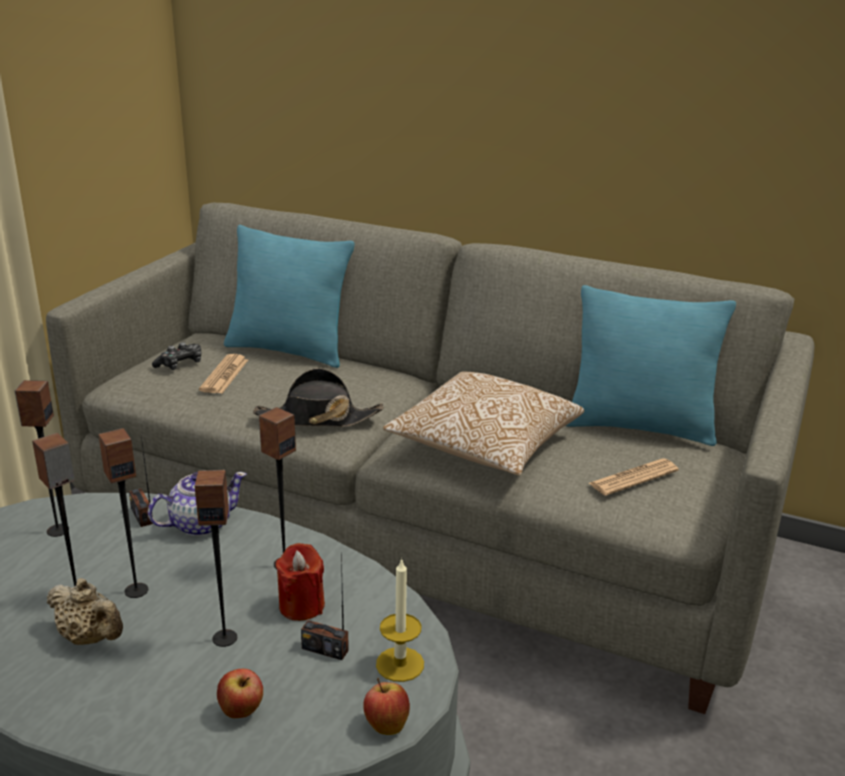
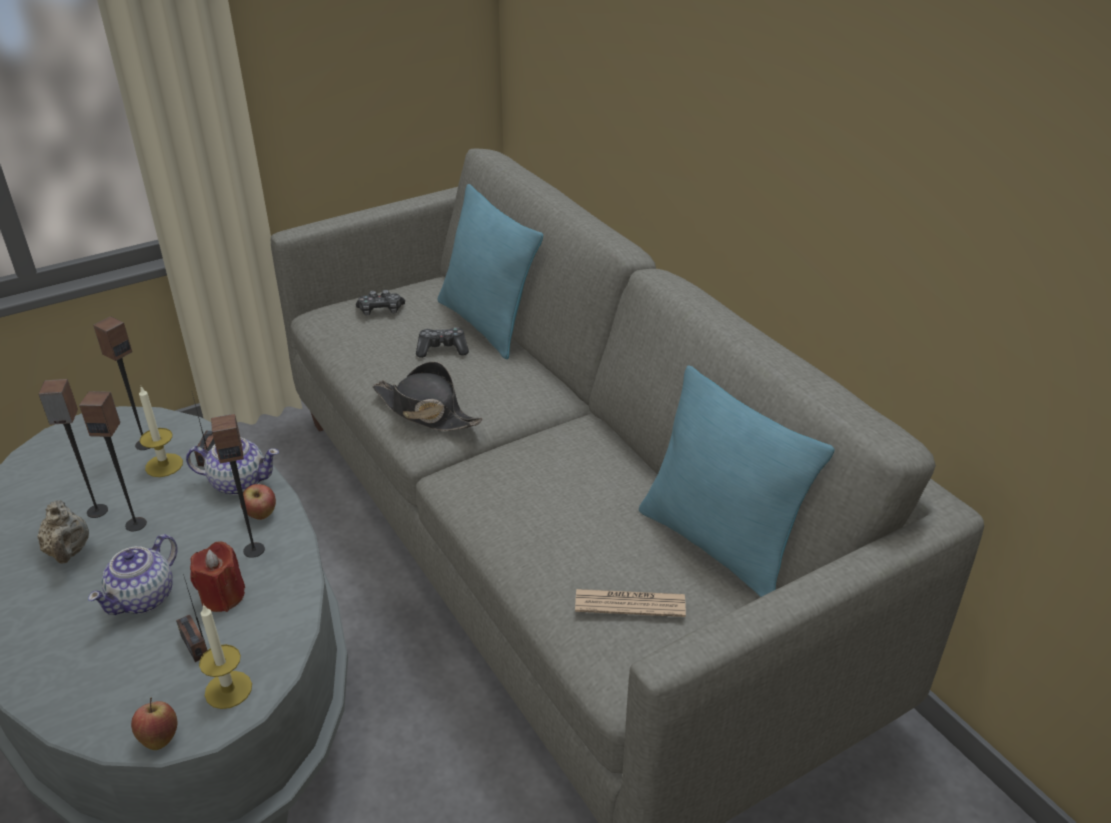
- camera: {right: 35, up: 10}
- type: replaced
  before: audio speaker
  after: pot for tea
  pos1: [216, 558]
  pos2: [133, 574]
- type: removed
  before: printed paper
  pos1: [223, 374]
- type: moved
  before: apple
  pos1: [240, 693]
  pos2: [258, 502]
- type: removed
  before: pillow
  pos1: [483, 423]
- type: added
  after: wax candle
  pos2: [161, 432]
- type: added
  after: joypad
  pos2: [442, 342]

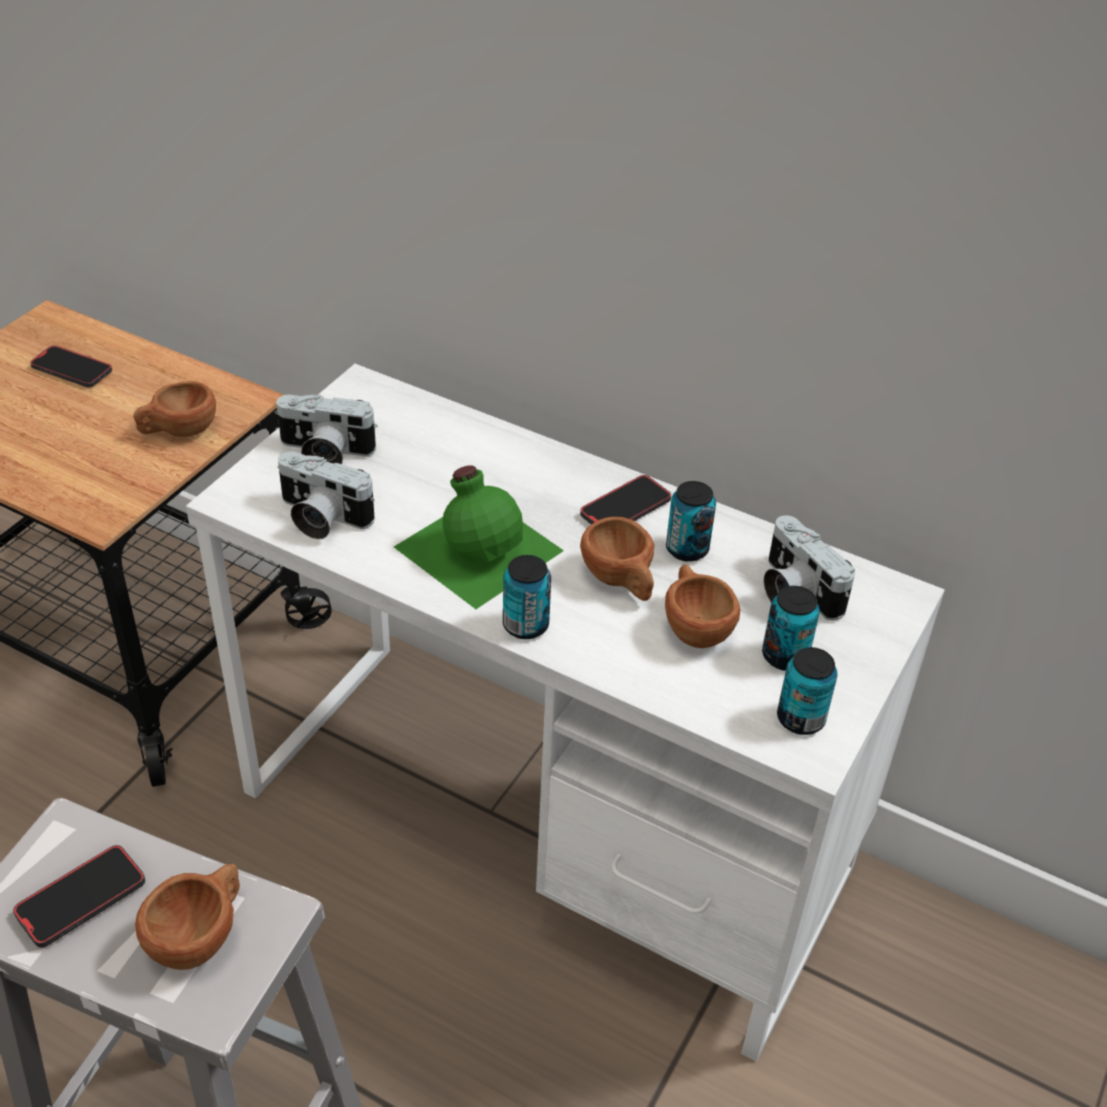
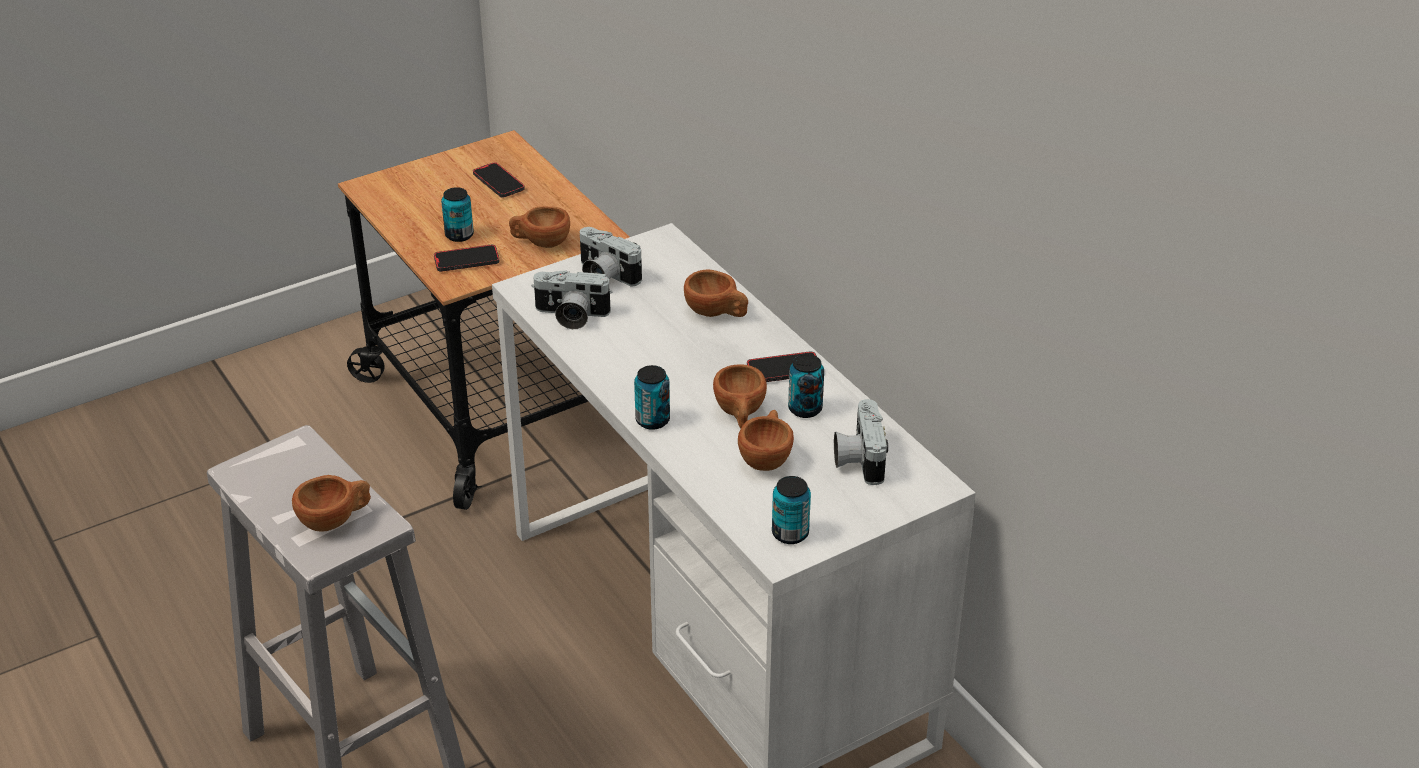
- camera: {right: 30, up: -5}
- type: moved
  before: phone
  pos1: [79, 896]
  pos2: [466, 258]
- type: turned
  before: photo camera
  pos1: [326, 495]
  pos2: [572, 299]
  turn: -45
- type: removed
  before: green-coloured bottle
  pos1: [479, 537]
- type: moved
  before: sealed can
  pos1: [791, 628]
  pos2: [457, 214]
- type: added
  after: brownish cup
  pos2: [716, 293]

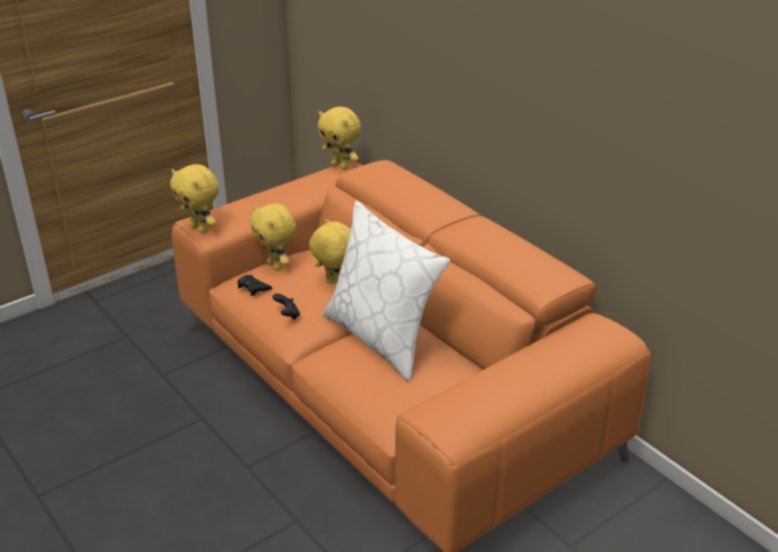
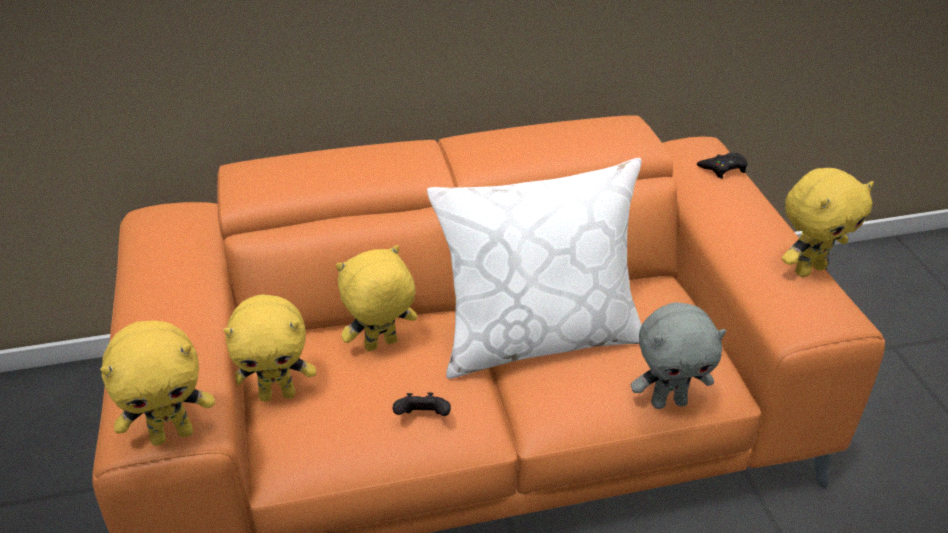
- camera: {right: -65, up: 5}
- type: moved
  before: black-coloured joypad
  pos1: [254, 285]
  pos2: [722, 166]
- type: moved
  before: yellow cuddly toy
  pos1: [339, 138]
  pos2: [828, 222]
- type: added
  after: greyish cuddly toy
  pos2: [678, 355]

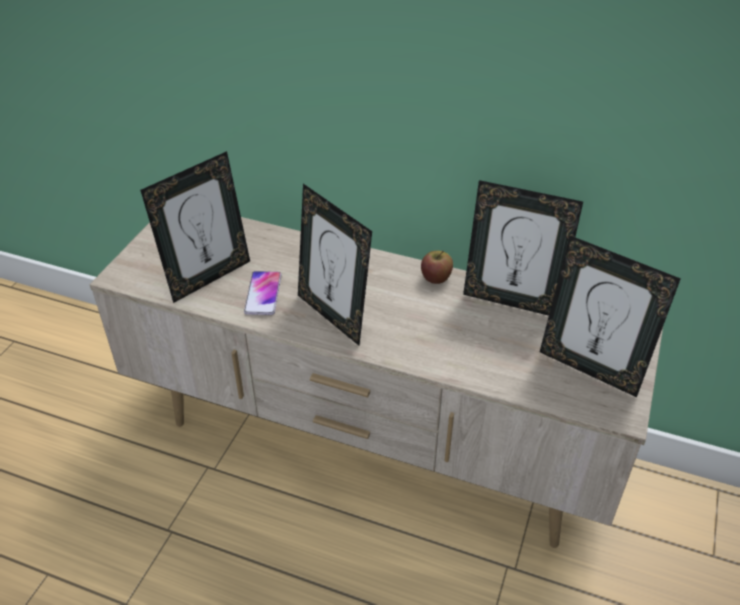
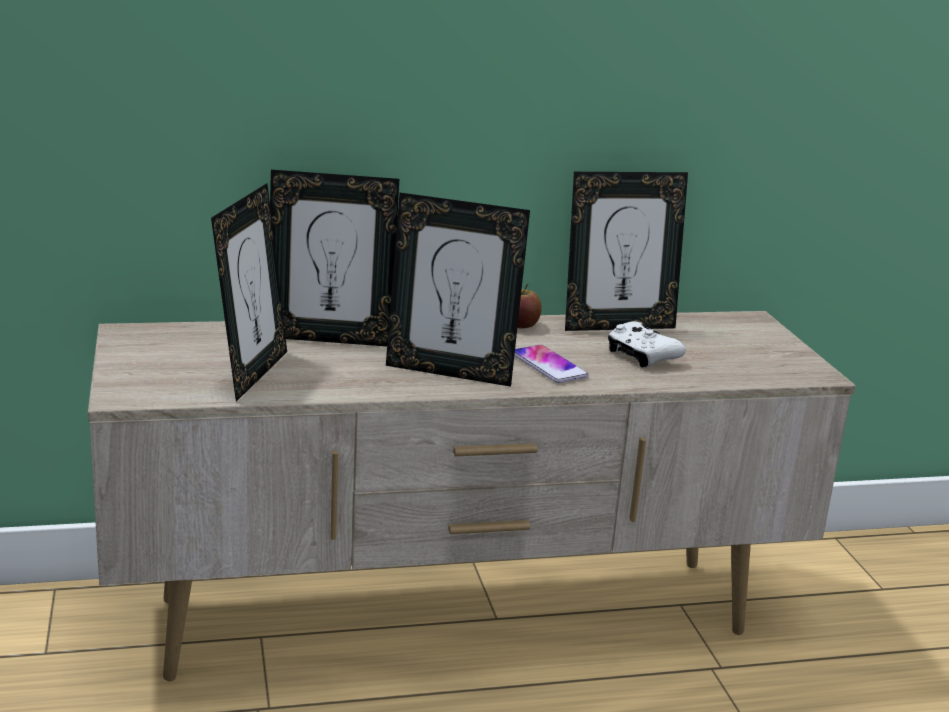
- camera: {right: -35, up: -20}
- type: moved
  before: phone
  pos1: [262, 293]
  pos2: [551, 364]
- type: moved
  before: picture frame
  pos1: [610, 316]
  pos2: [334, 258]
- type: added
  after: whitish joypad
  pos2: [647, 344]

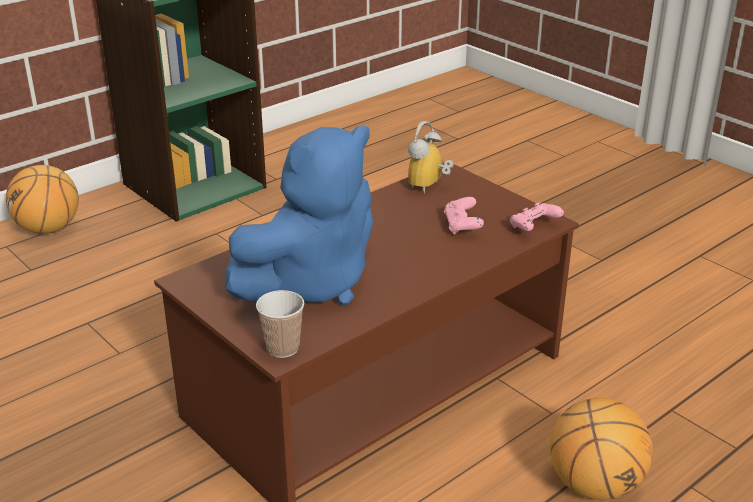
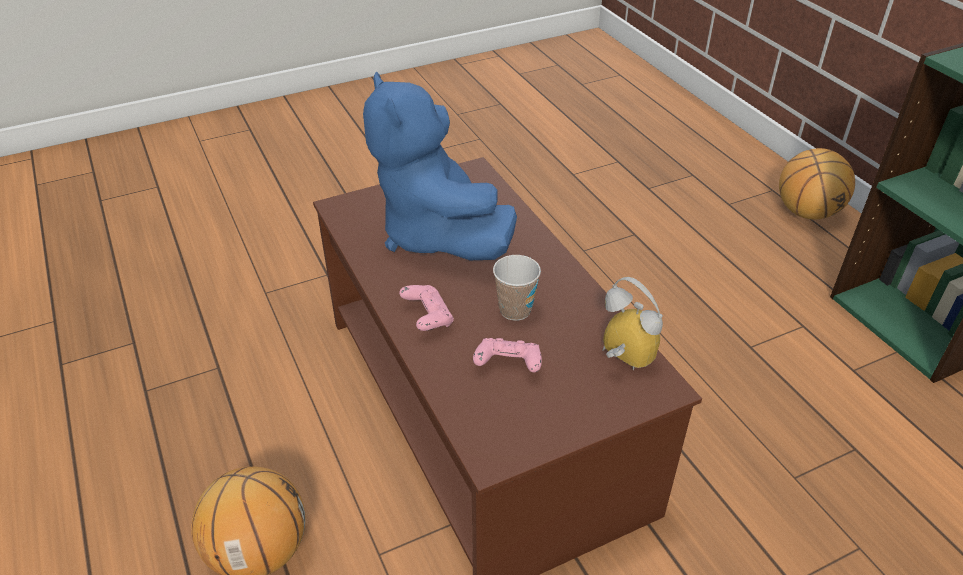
- camera: {right: 105, up: 10}
- type: moved
  before: cup
  pos1: [280, 324]
  pos2: [517, 288]
- type: moved
  before: pink-coloured joypad
  pos1: [537, 217]
  pos2: [426, 308]

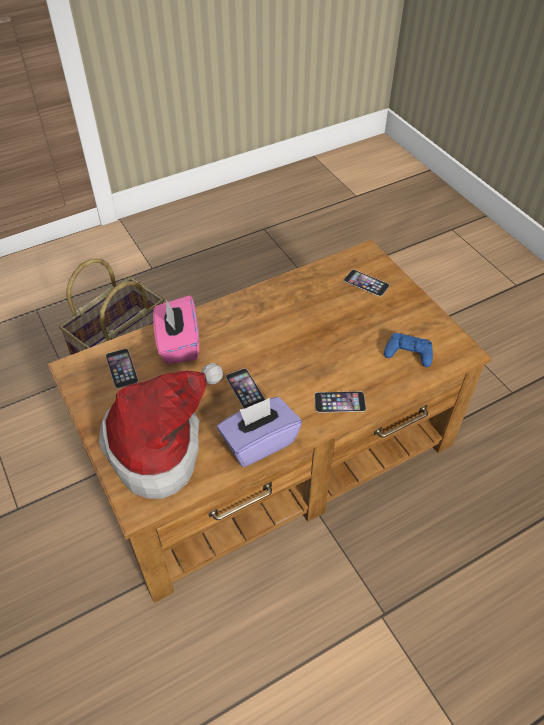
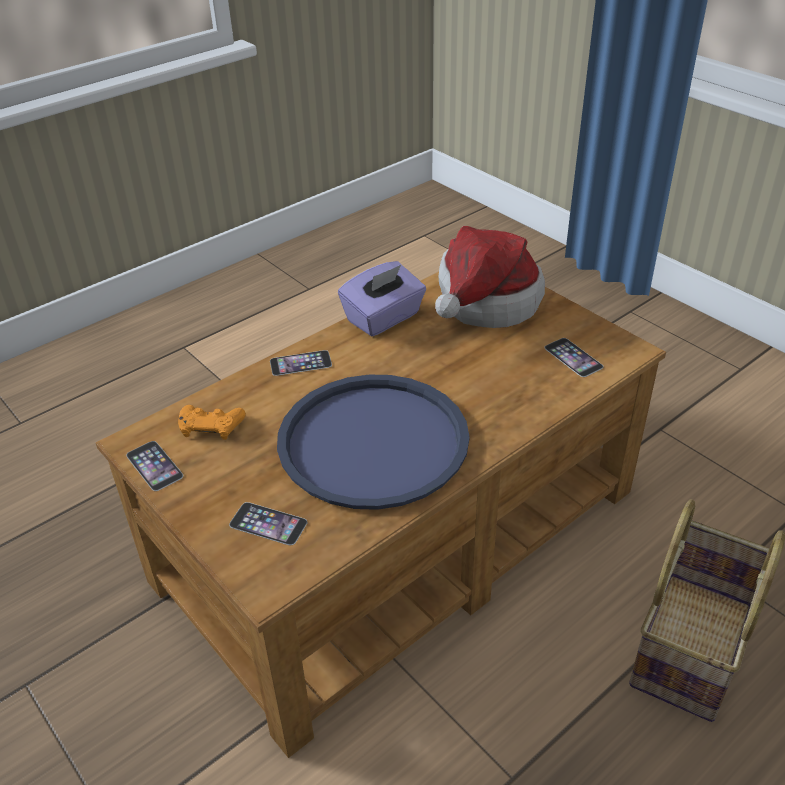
- camera: {right: 170, up: -10}
- type: removed
  before: pink-coloured tissue holder
  pos1: [176, 329]
- type: moved
  before: phone
  pos1: [245, 388]
  pos2: [154, 466]
- type: recoloured
  before: blue joypad
  after: orangey joypad
  pos1: [408, 350]
  pos2: [212, 422]
- type: added
  after: blue serving tray
  pos2: [373, 442]

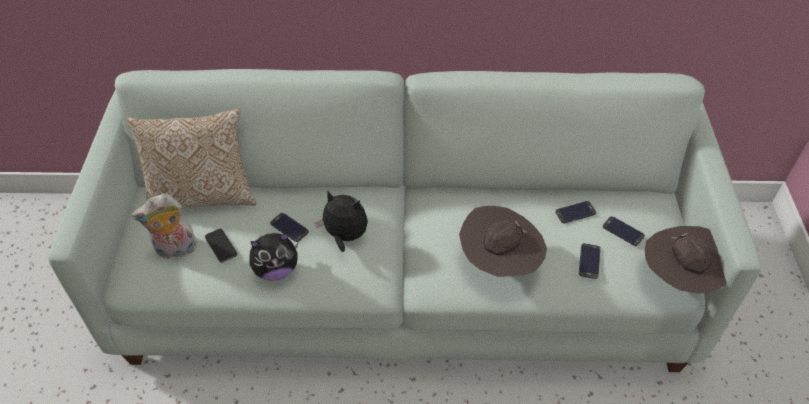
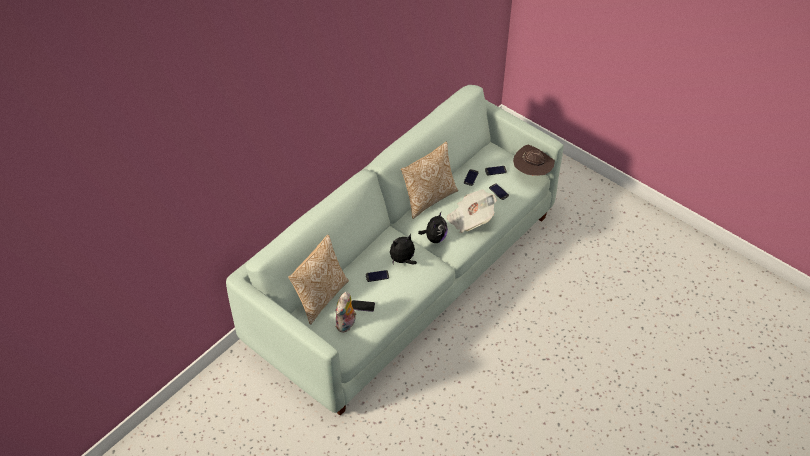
- camera: {right: -50, up: 0}
- type: moved
  before: cuddly toy
  pos1: [274, 257]
  pos2: [433, 227]
- type: replaced
  before: brownish hat
  after: printed paper
  pos1: [503, 241]
  pos2: [472, 211]
- type: added
  after: pillow
  pos2: [429, 180]

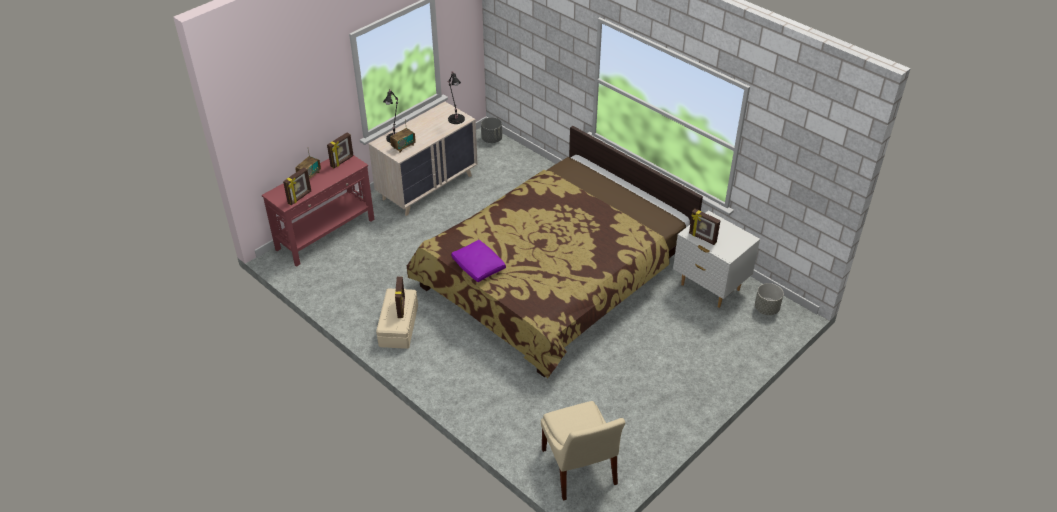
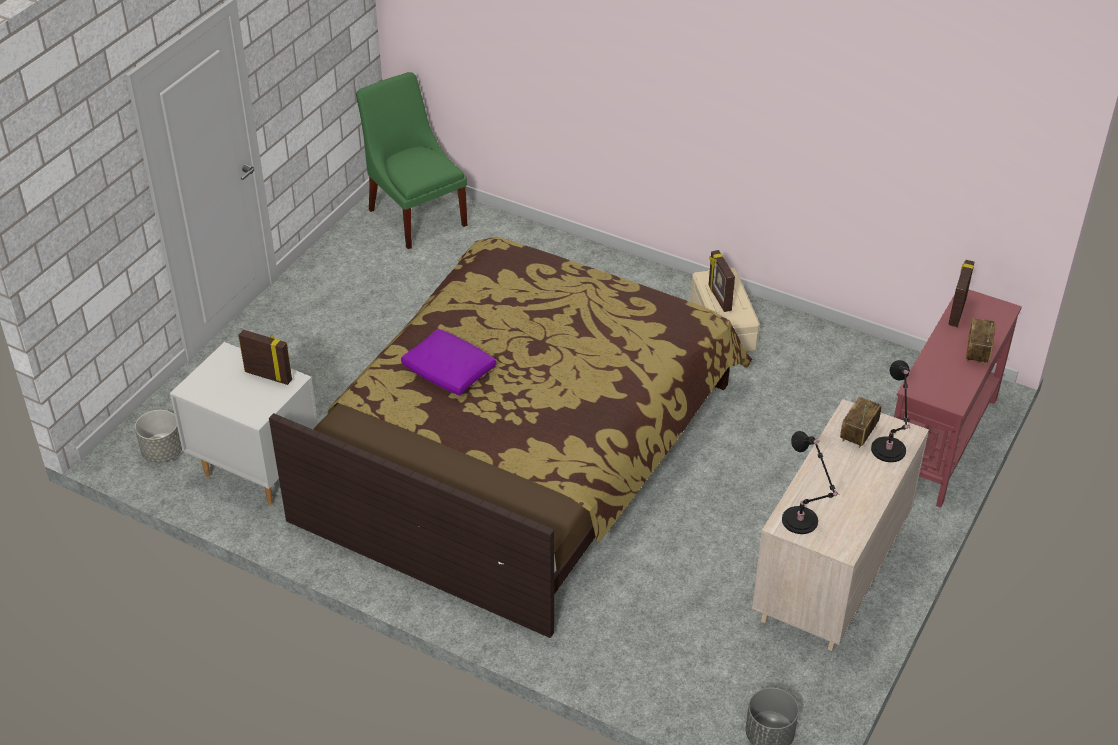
- camera: {right: 165, up: 0}
- type: removed
  before: picture frame
  pos1: [340, 150]
- type: moved
  before: purple pillow
  pos1: [478, 261]
  pos2: [448, 362]
- type: recoloured
  before: beige upright chair
  after: green-coloured upright chair
  pos1: [583, 450]
  pos2: [411, 160]

